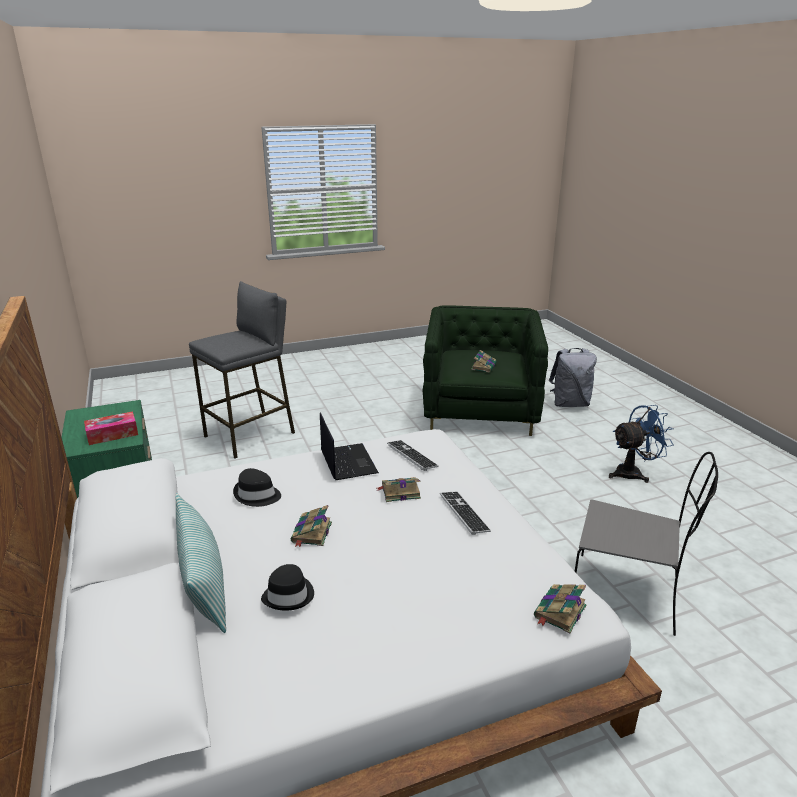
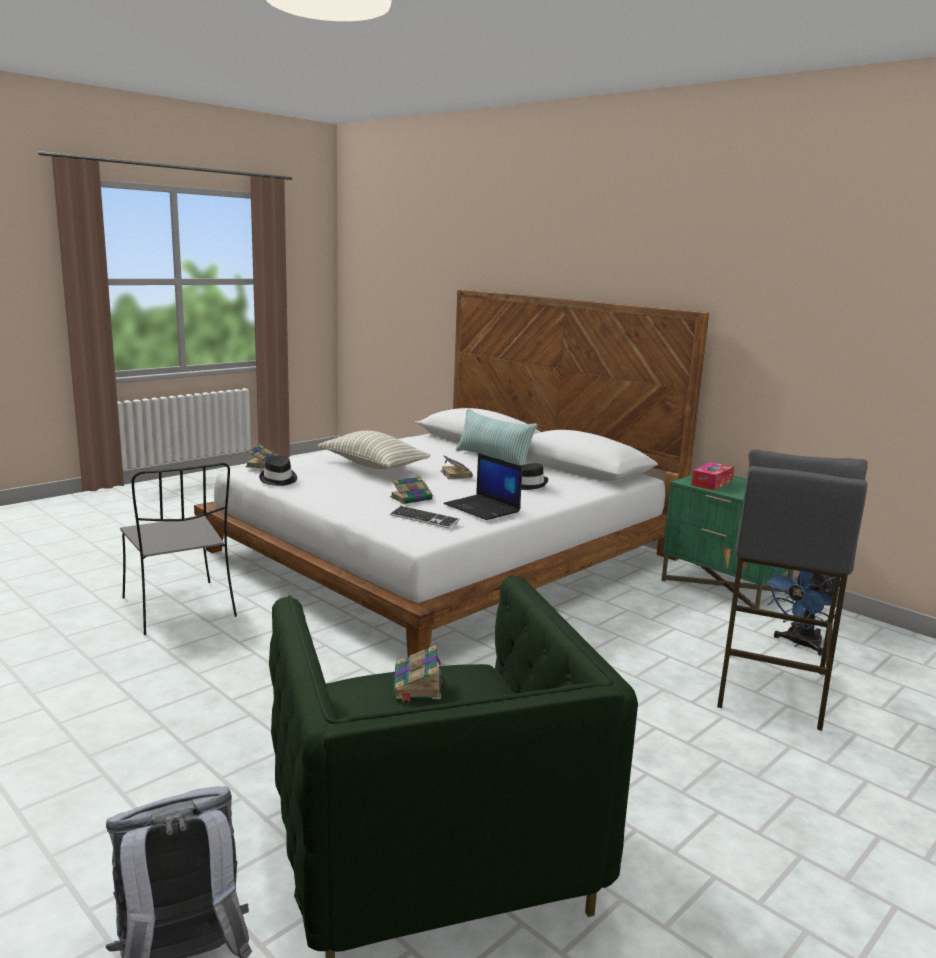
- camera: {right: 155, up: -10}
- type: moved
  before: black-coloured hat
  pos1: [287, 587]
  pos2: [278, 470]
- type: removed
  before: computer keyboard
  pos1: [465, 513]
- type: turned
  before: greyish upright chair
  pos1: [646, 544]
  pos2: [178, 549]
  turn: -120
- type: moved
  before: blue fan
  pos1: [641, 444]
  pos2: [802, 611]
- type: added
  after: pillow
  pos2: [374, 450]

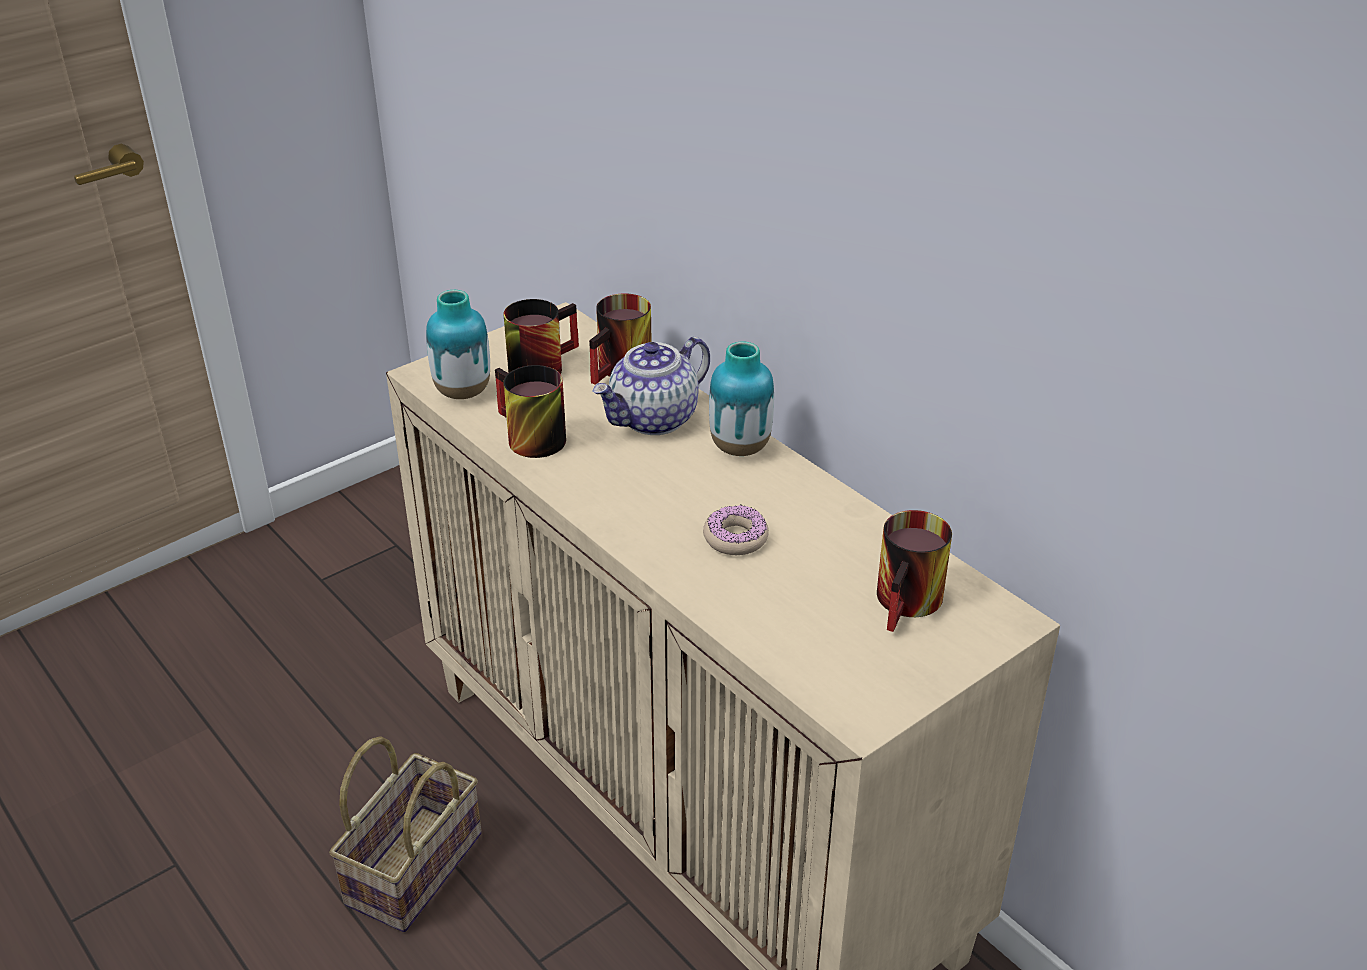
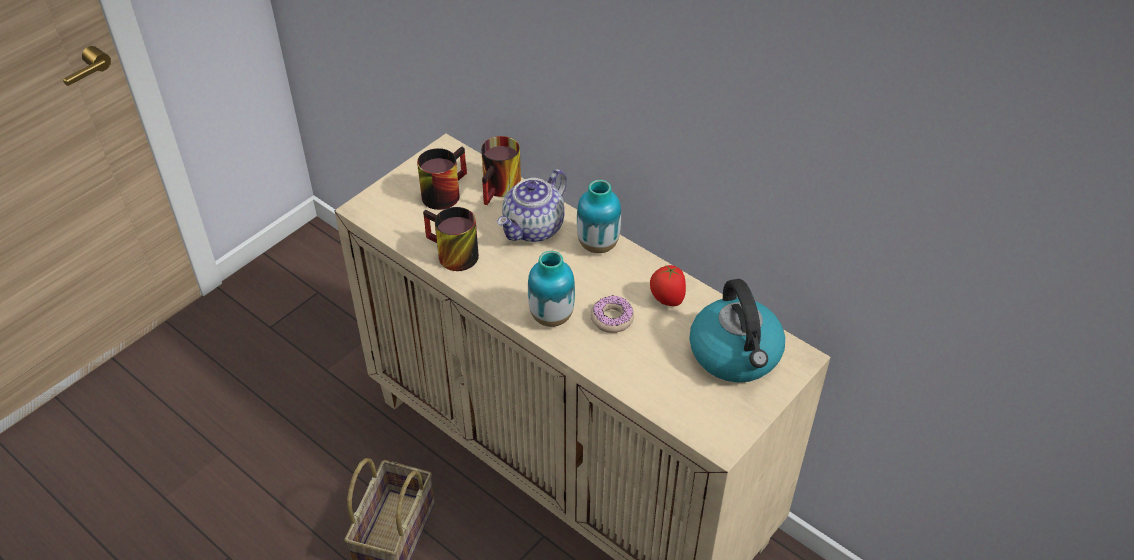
- camera: {right: -10, up: 10}
- type: moved
  before: decorative vase
  pos1: [458, 344]
  pos2: [551, 289]
- type: replaced
  before: coffee mug
  after: kettle
  pos1: [914, 571]
  pos2: [737, 330]
- type: added
  after: tomato
  pos2: [668, 285]

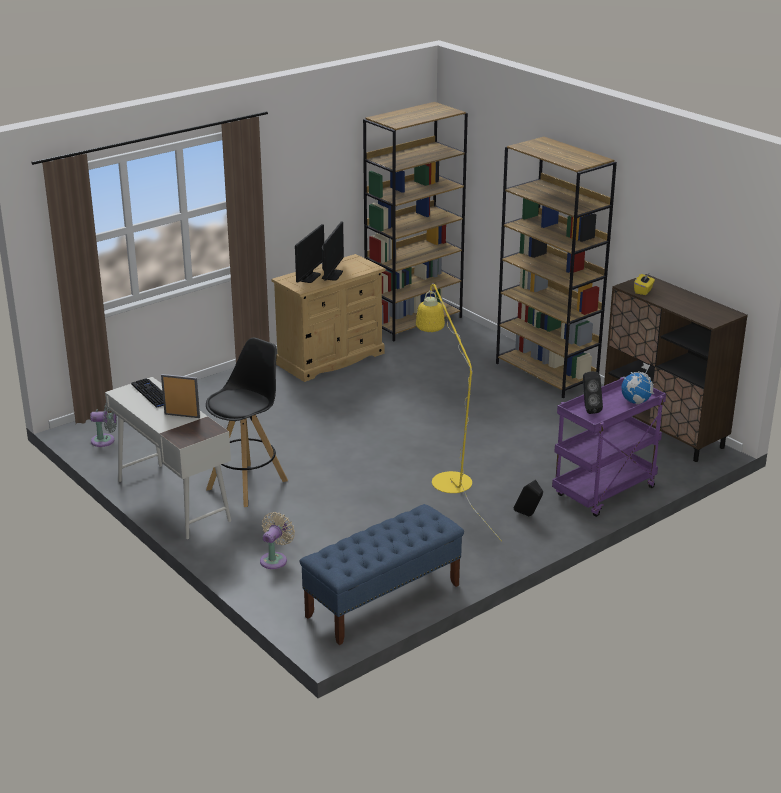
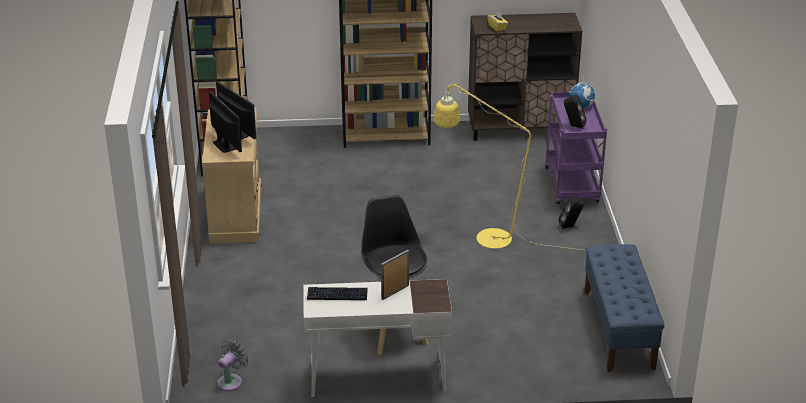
- camera: {right: -55, up: 5}
- type: removed
  before: beige fan
  pos1: [277, 540]

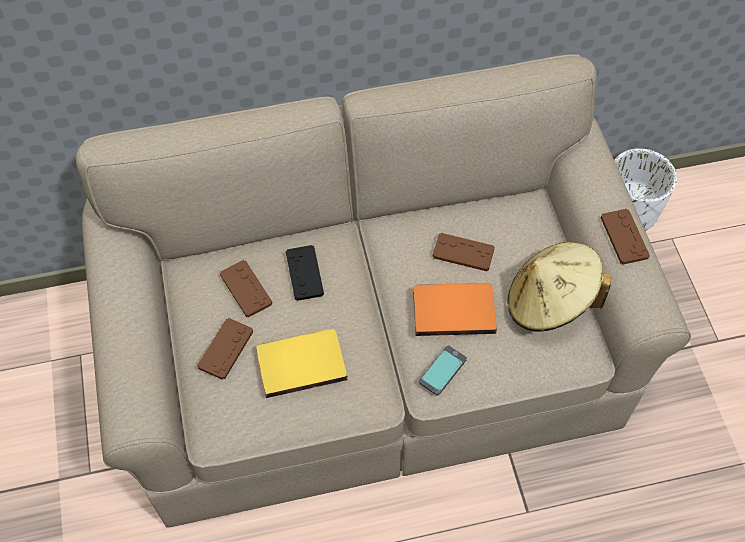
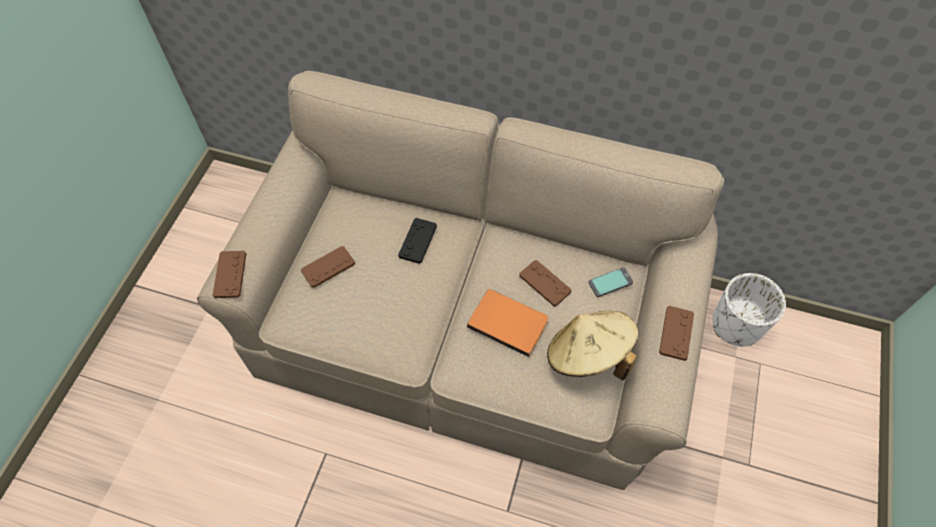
- camera: {right: 30, up: 0}
- type: moved
  before: brownish joypad
  pos1: [246, 288]
  pos2: [229, 274]
- type: removed
  before: yellow bound book
  pos1: [302, 363]
- type: moved
  before: phone
  pos1: [443, 370]
  pos2: [610, 282]

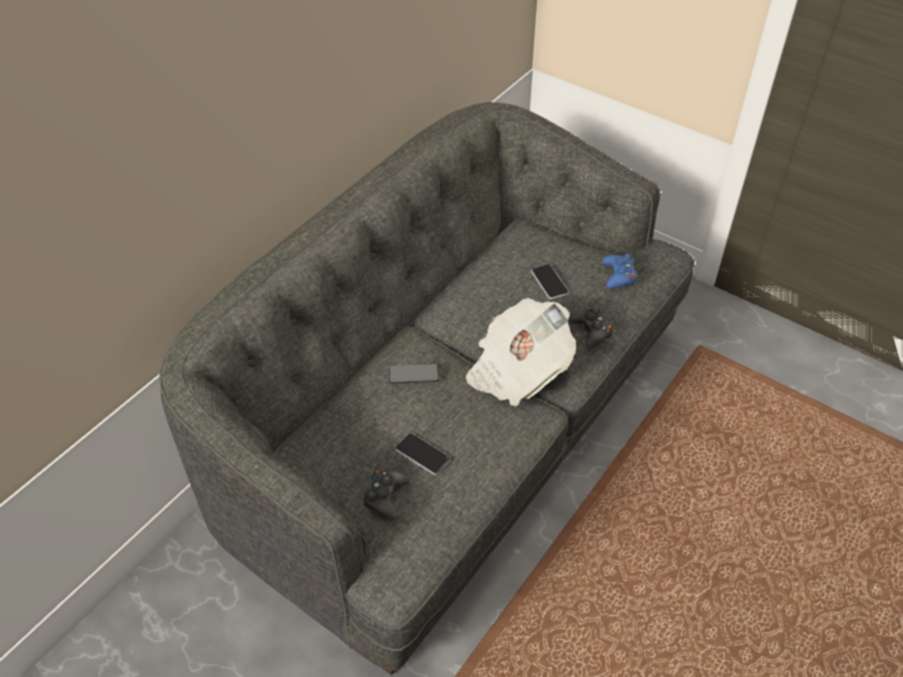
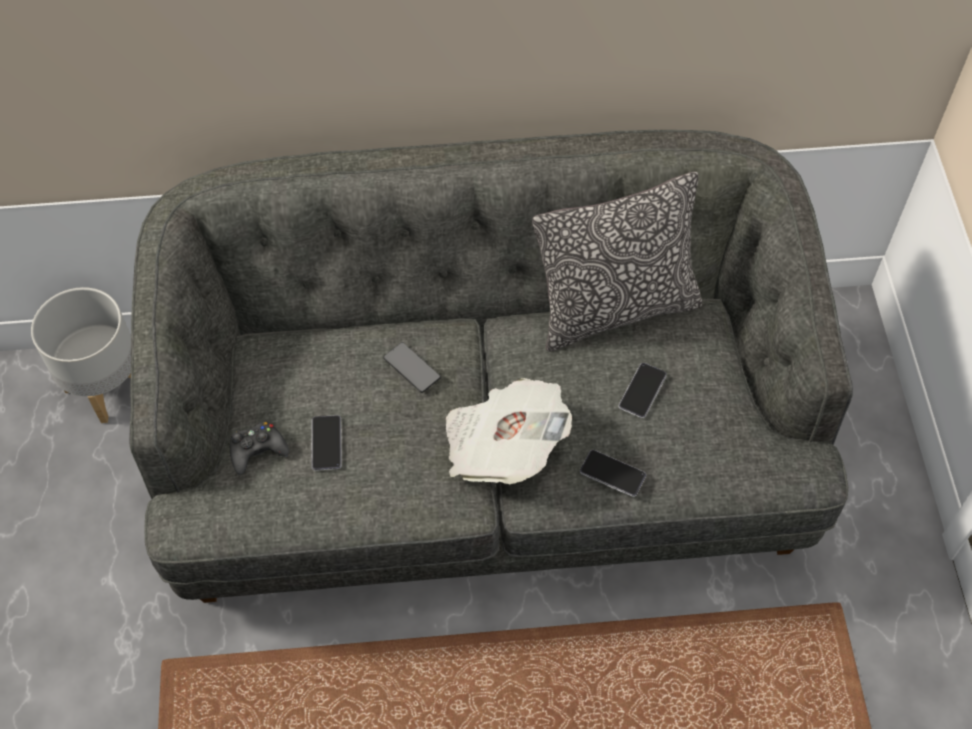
- camera: {right: 50, up: 10}
- type: replaced
  before: black-coloured joypad
  after: phone
  pos1: [591, 327]
  pos2: [613, 473]
- type: removed
  before: blue joypad
  pos1: [619, 271]
- type: added
  after: greyish planter
  pos2: [81, 355]
- type: added
  after: pillow
  pos2: [617, 261]

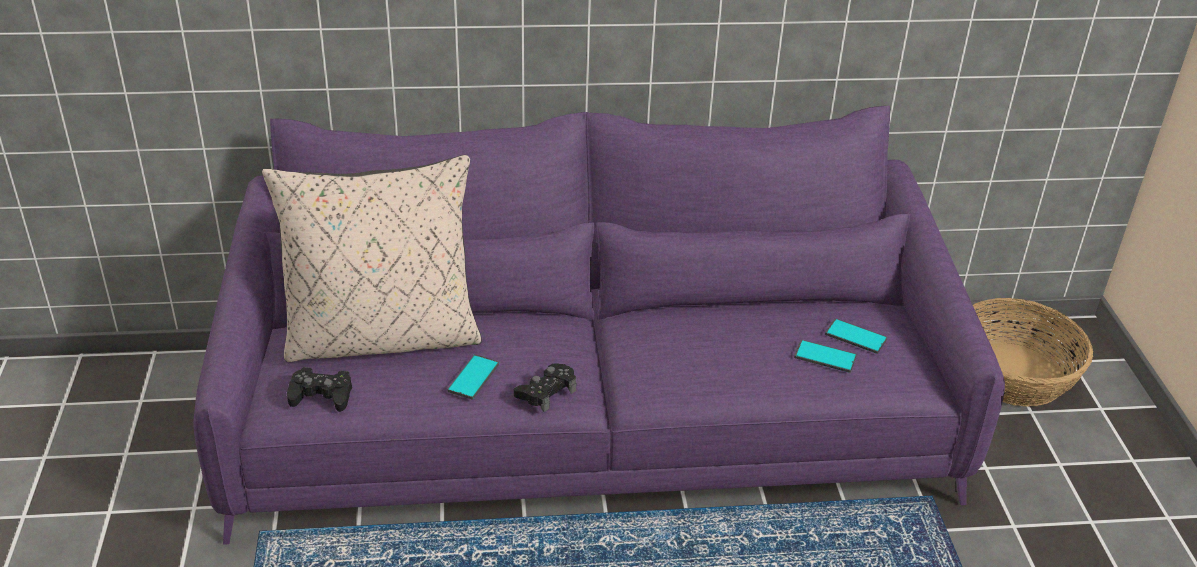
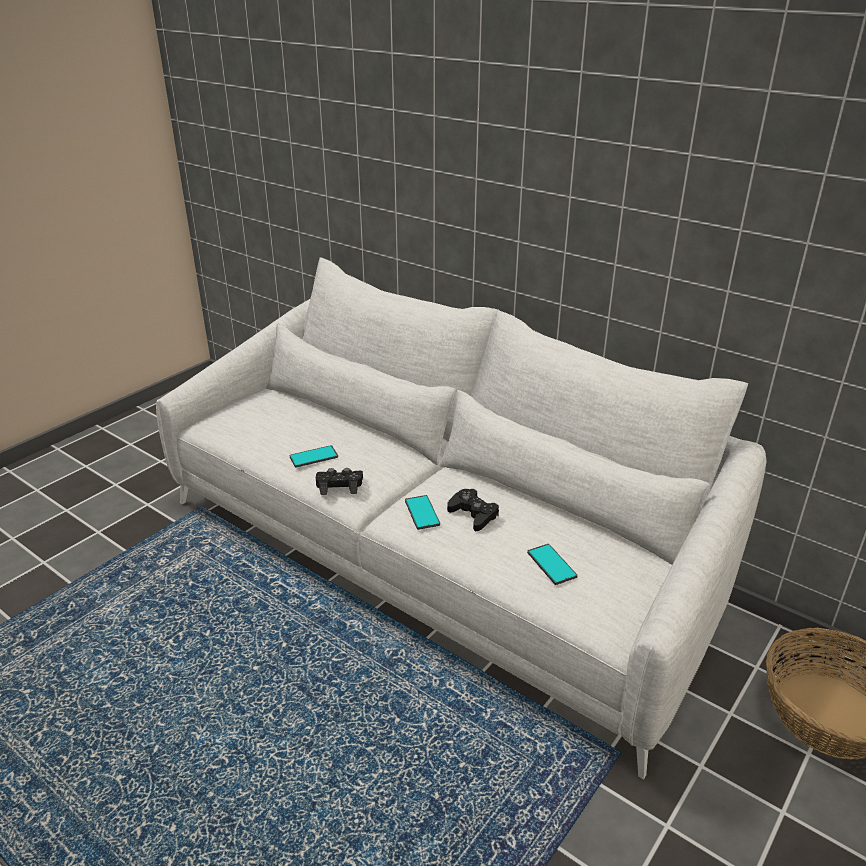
- camera: {right: 45, up: -5}
- type: recoloured
  before: purple settee
  after: whitish settee
  pos1: [599, 325]
  pos2: [461, 518]
- type: removed
  before: beige pillow
  pos1: [372, 258]
- type: moved
  before: black-coloured joypad
  pos1: [319, 389]
  pos2: [473, 510]
- type: moved
  before: phone
  pos1: [856, 336]
  pos2: [422, 512]

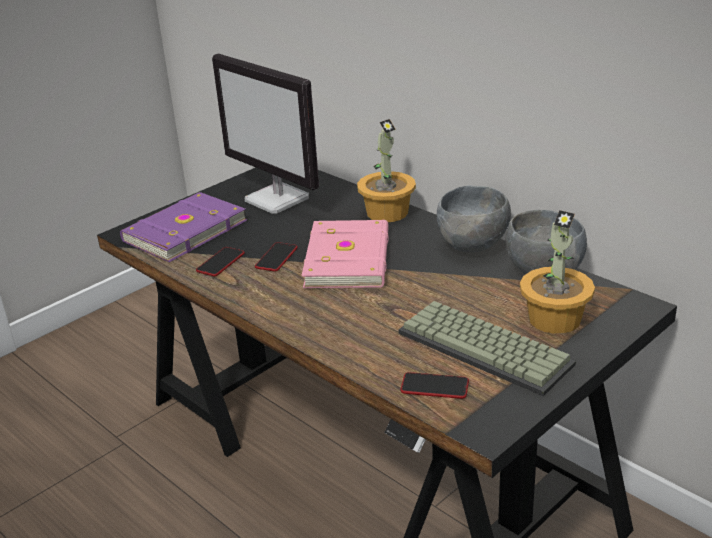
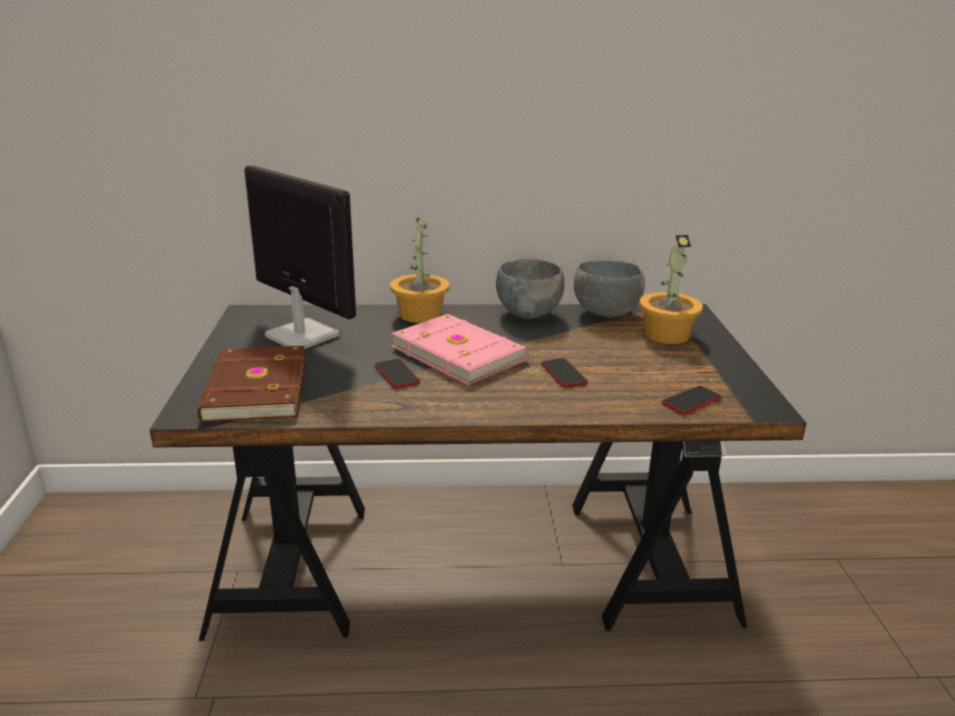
- camera: {right: -50, up: -5}
- type: recoloured
  before: purple bound book
  after: brownish bound book
  pos1: [183, 227]
  pos2: [252, 383]
- type: moved
  before: phone
  pos1: [220, 261]
  pos2: [564, 372]
- type: turned
  before: computer screen
  pos1: [265, 134]
  pos2: [300, 257]
  turn: -135
- type: removed
  before: computer keyboard
  pos1: [487, 348]

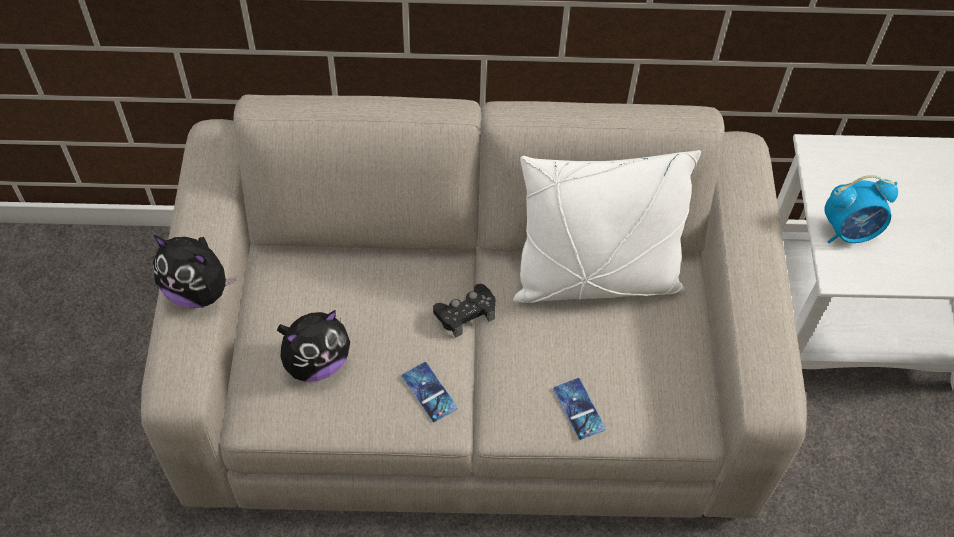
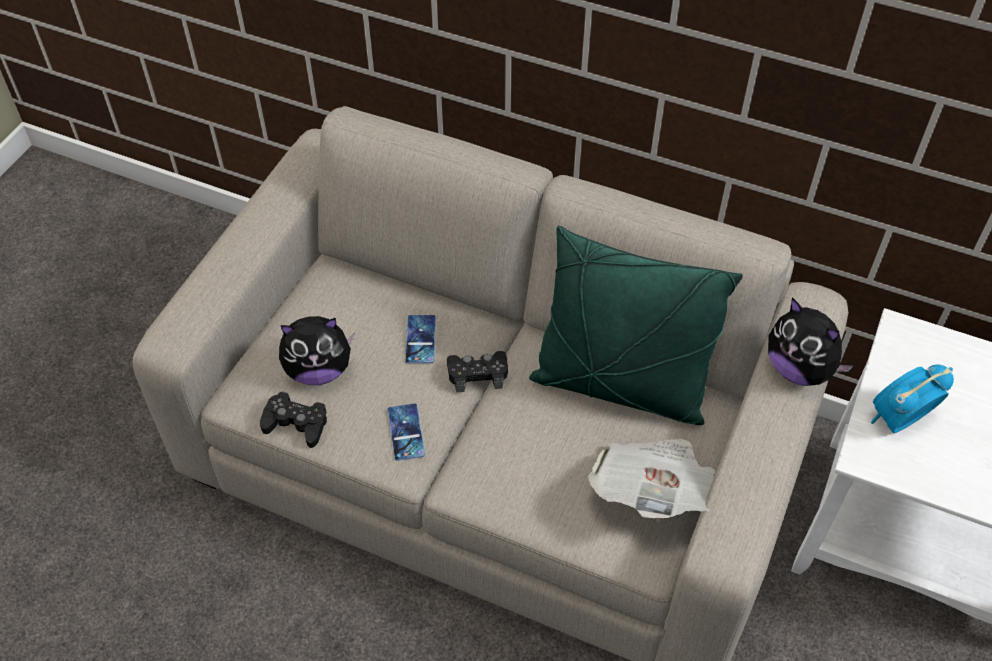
- camera: {right: 25, up: -5}
- type: moved
  before: cuddly toy
  pos1: [196, 271]
  pos2: [811, 341]
- type: recoloured
  before: whitish pillow
  after: green-coloured pillow
  pos1: [607, 226]
  pos2: [636, 325]
- type: moved
  before: phone
  pos1: [580, 409]
  pos2: [420, 339]
- type: turned
  before: alarm clock
  pos1: [861, 209]
  pos2: [912, 399]
  turn: 135
- type: added
  after: black-coloured joypad
  pos2: [293, 419]
- type: added
  after: printed paper
  pos2: [652, 478]

